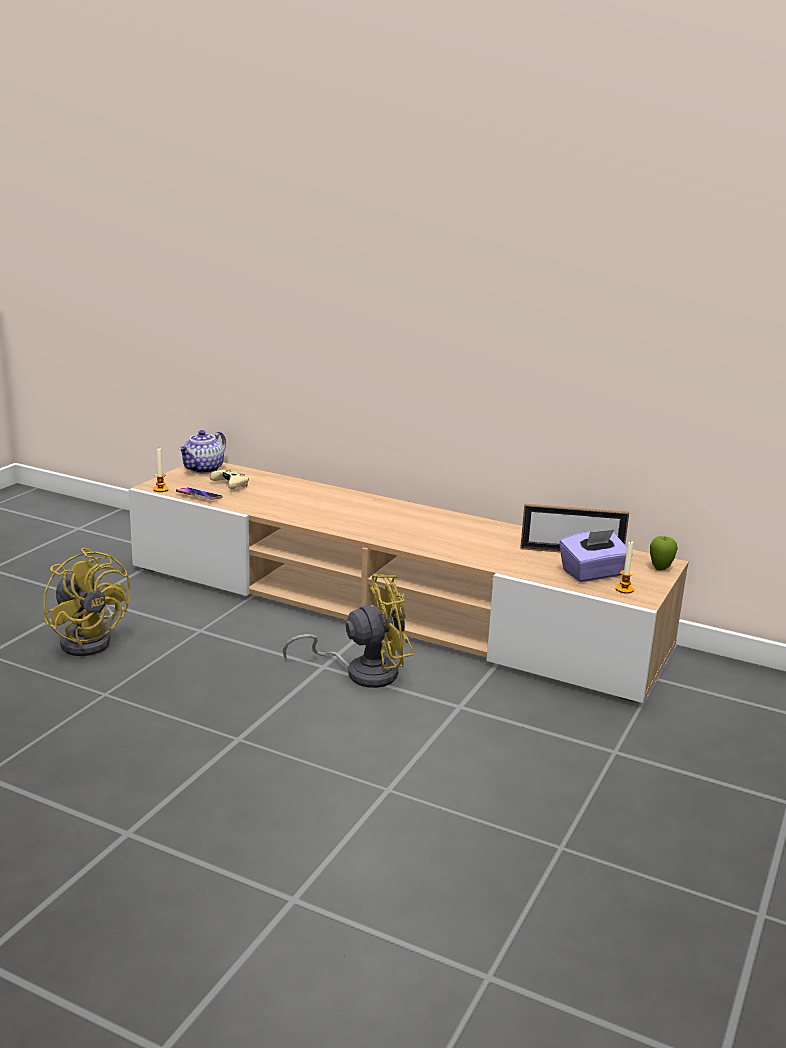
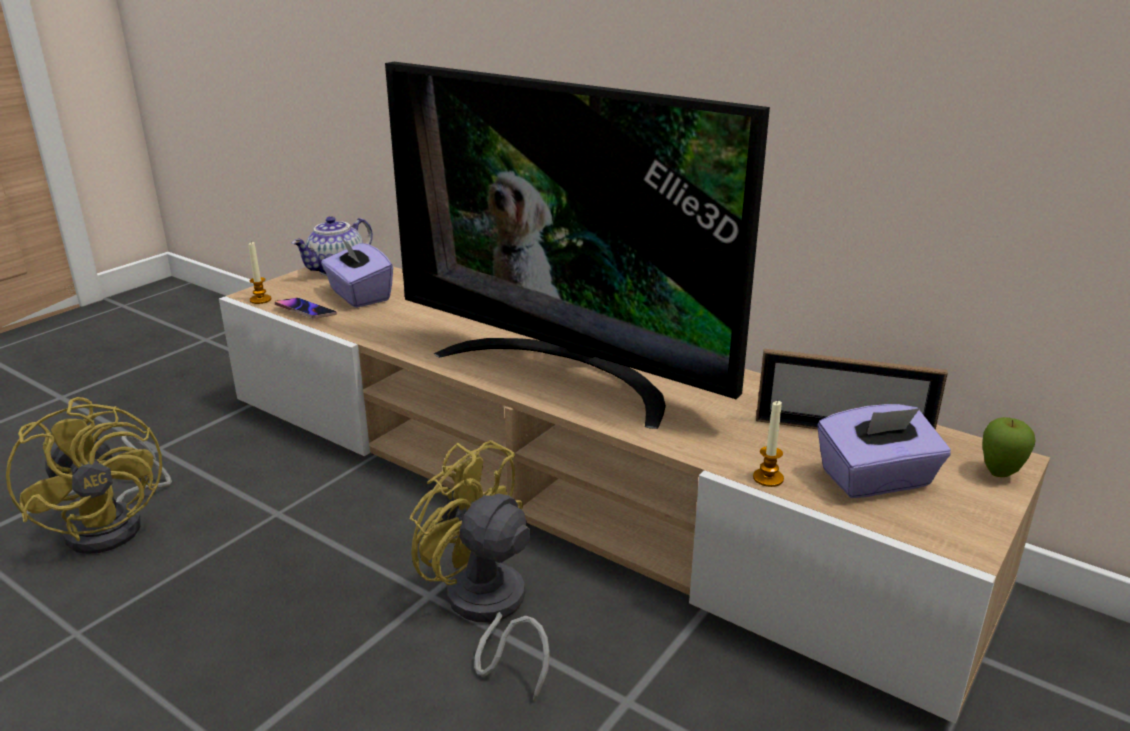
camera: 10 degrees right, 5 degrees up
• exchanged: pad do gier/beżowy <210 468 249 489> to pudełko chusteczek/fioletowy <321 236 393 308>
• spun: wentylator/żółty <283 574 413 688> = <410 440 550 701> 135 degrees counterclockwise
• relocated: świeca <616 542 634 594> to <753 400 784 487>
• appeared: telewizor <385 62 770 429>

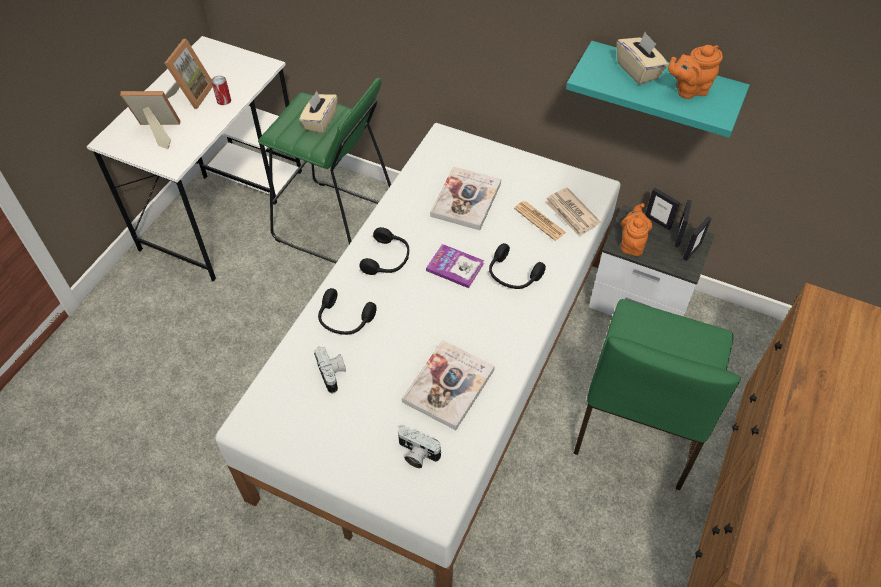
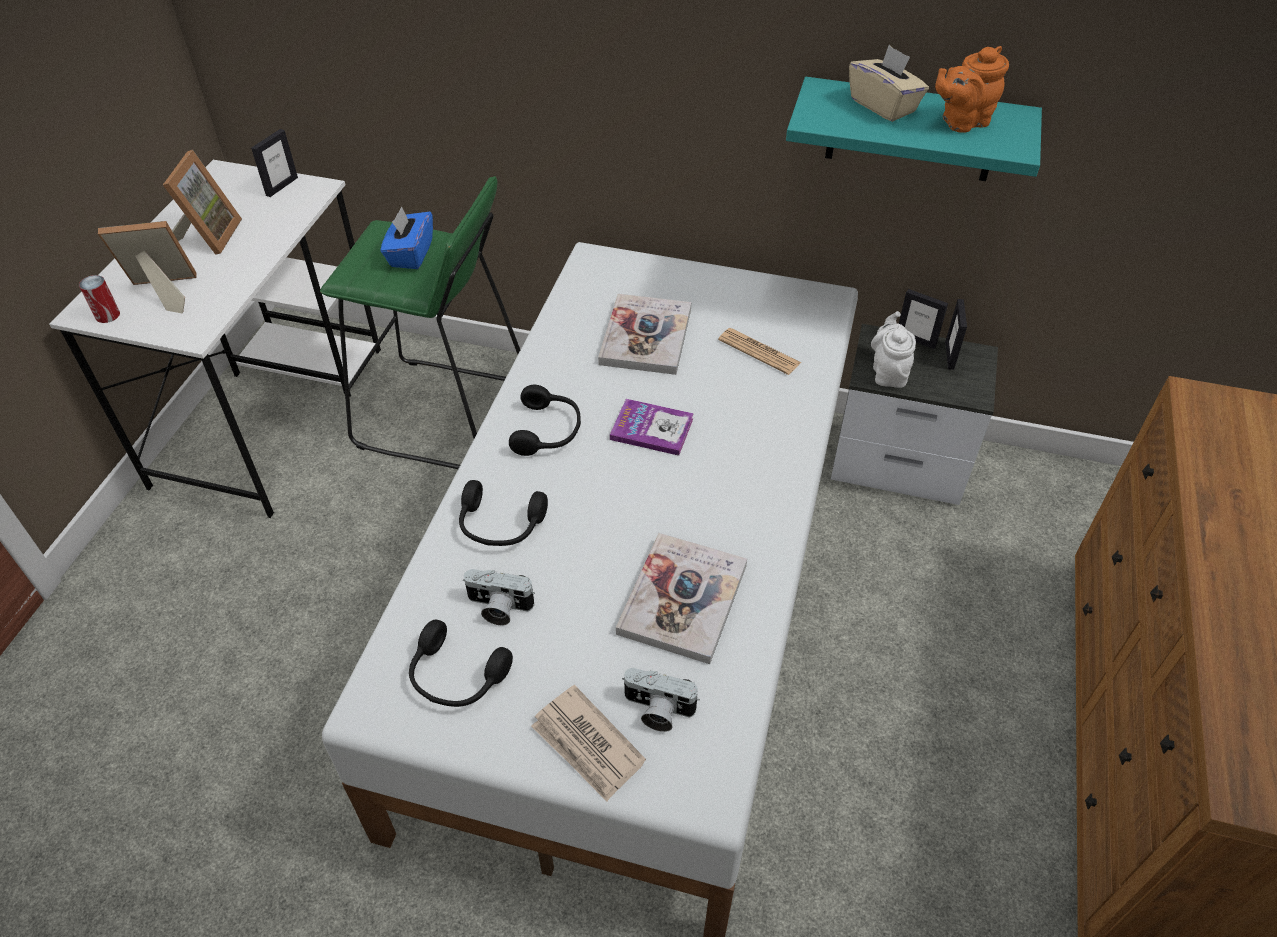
camera: 10 degrees left, 5 degrees down
• relocated: puszka <211 76 231 105> to <79 275 120 323>
• colour: pudełko chusteczek/beżowy <299 91 337 134> to pudełko chusteczek/niebieski <381 207 433 269>
• spun: aparat fotograficzny <314 347 346 393> = <463 569 535 626> 135 degrees clockwise
• relocated: słuchawki/czarny <489 243 546 289> to <409 620 513 707>
• relocated: gazeta <545 188 600 237> to <531 685 646 801>
• missing: krzesło/zielony <573 299 741 490>
• colour: imbryk/pomarańczowy <621 203 652 256> to imbryk/biały <871 311 916 388>
• relocated: ramka na zdjęcie <683 216 712 261> to <251 129 298 197>

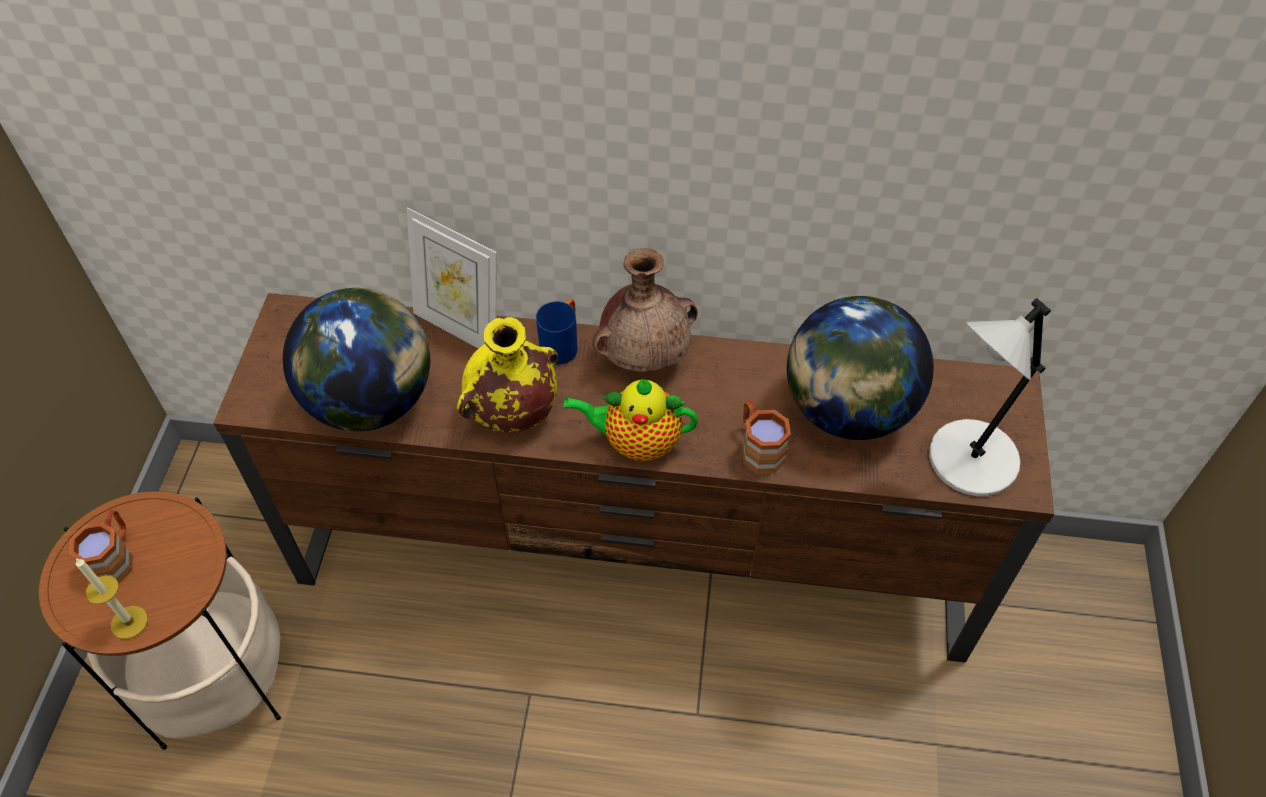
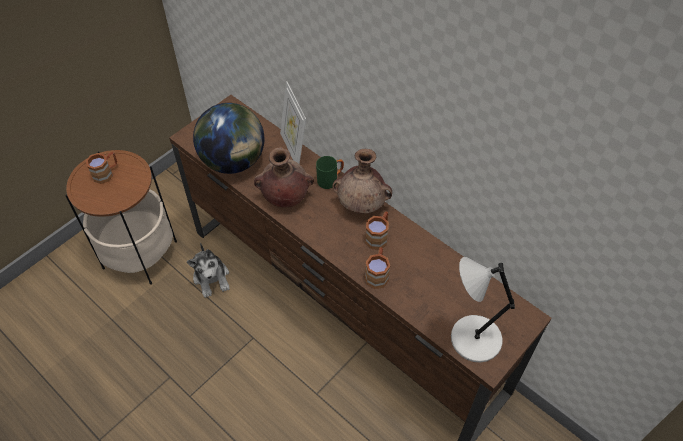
camera: 35 degrees right, 0 degrees up
• missing: świeca <76 558 148 639>
• colour: wazon/żółty <457 317 558 432> to wazon/brązowy <254 147 314 207>
• colour: kubek/niebieski <536 299 578 365> to kubek/zielony <316 156 344 189>
• missing: imbryk <563 379 698 461>
• missing: globus <787 296 934 440>
• appeared: pluszak <187 242 229 298>
• appeared: kubek/brązowy <365 211 389 250>

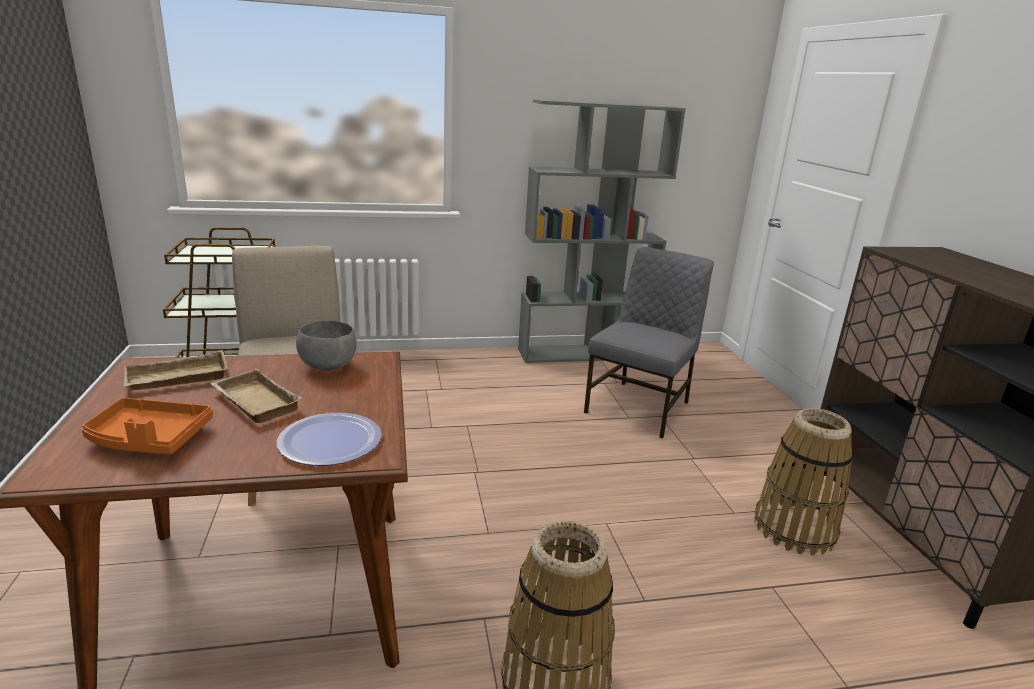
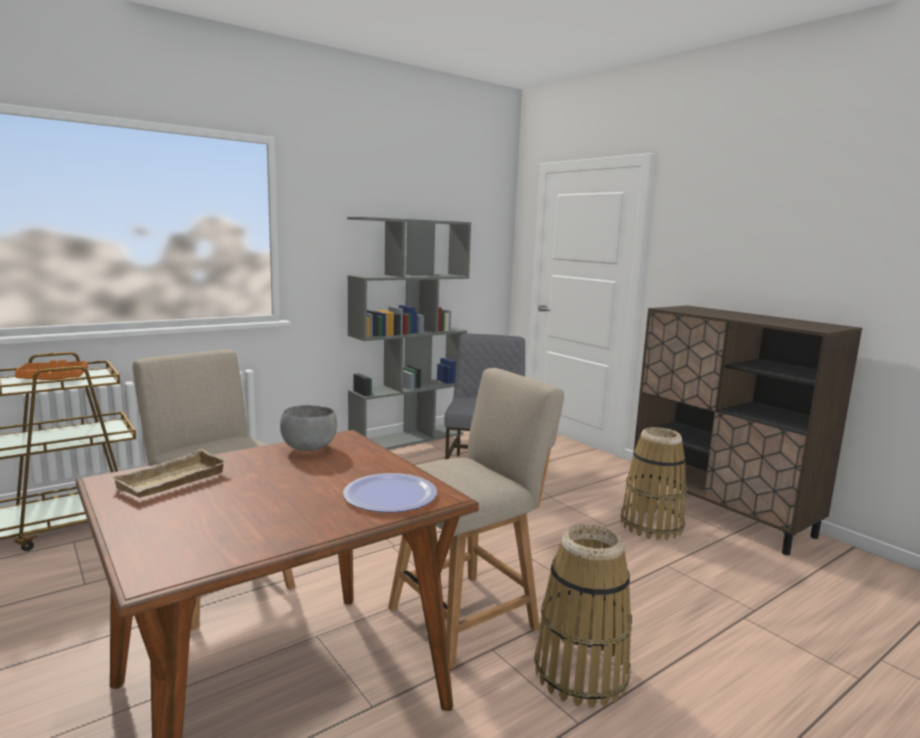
camera: 25 degrees left, 10 degrees down
• relocated: taca/pomarańczowy <82 398 213 455> to <15 360 88 380>
• missing: taca/beżowy <210 369 302 423>
• appeared: krzesło/beżowy <388 368 564 670>

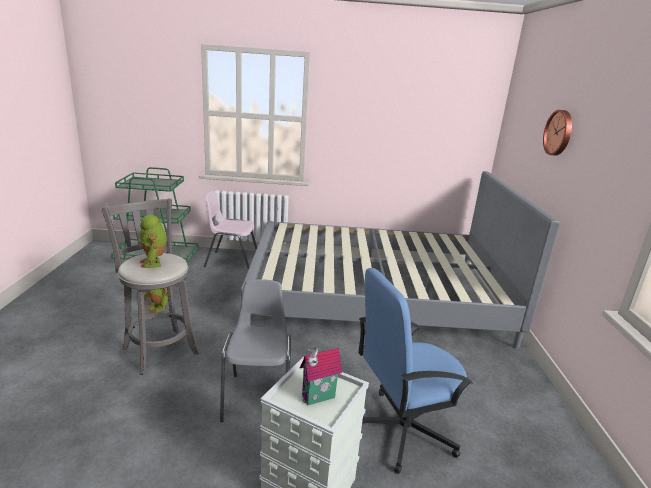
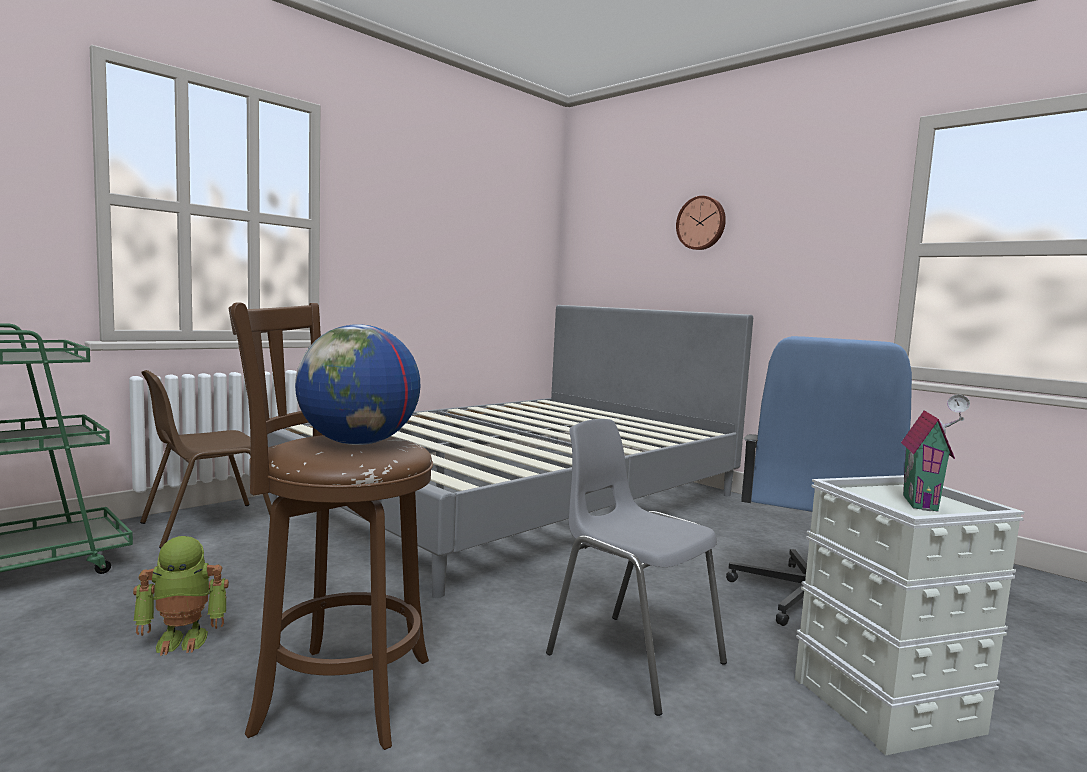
camera: 45 degrees left, 15 degrees down
• colour: stołek/szary <102 198 199 375> to stołek/brązowy <229 302 433 750>
• exchanged: robot zabawkowy <139 215 167 268> to globus <295 324 420 445>
• colour: krzesło/różowy <204 191 257 270> to krzesło/brązowy <140 370 272 548>

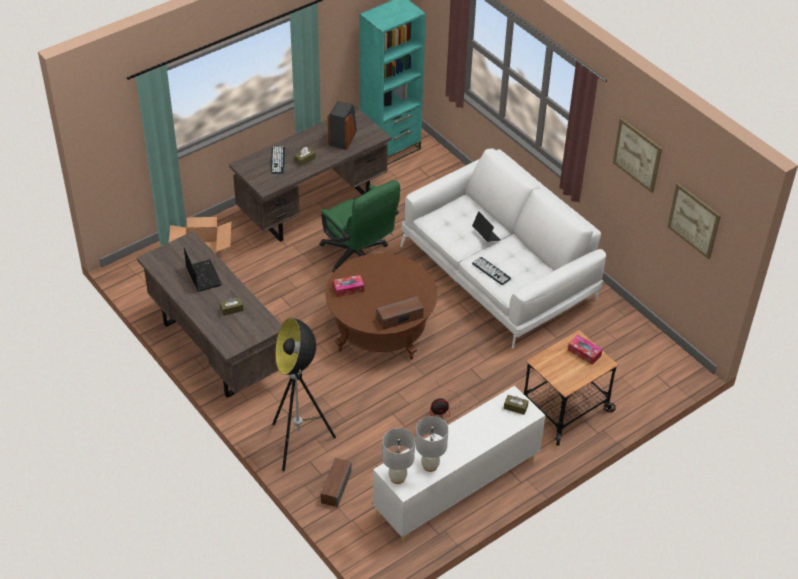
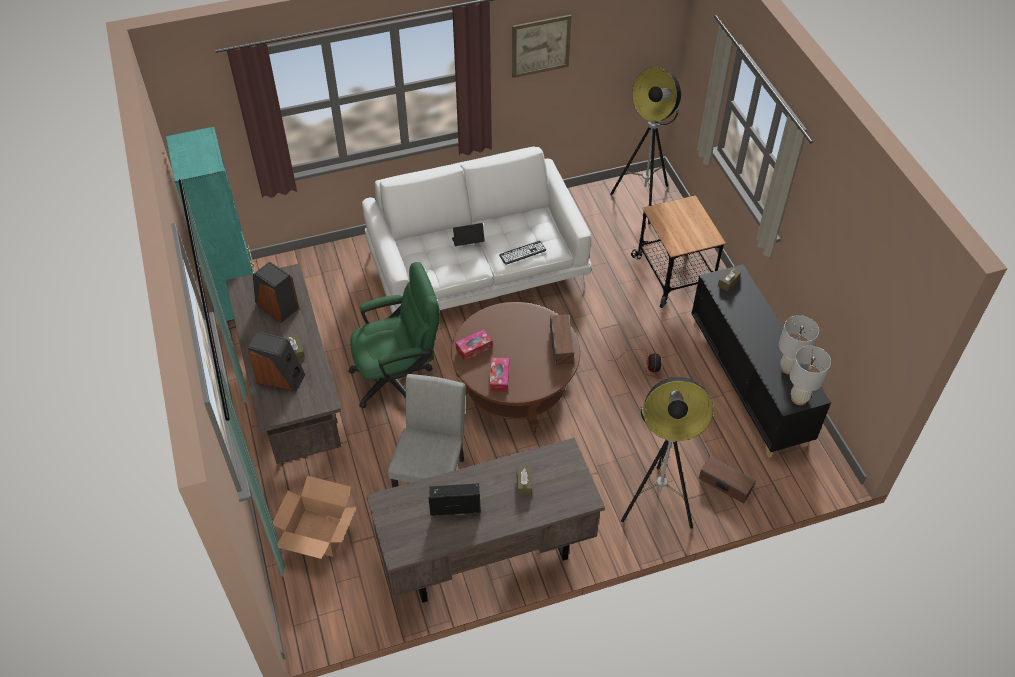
camera: 70 degrees left, 5 degrees up
• exchanged: klawiatura <271 147 285 174> to głośnik <248 331 305 391>
• colour: szafka/biały <373 386 546 542> to szafka/czarny <691 264 831 458>
• relocated: pudełko chusteczek <568 335 602 365> to <455 329 493 361>
• missing: obraz <667 183 721 259>
• appeared: krzesło/szary <388 374 466 488>
• appeared: lampa stojąca <610 67 681 224>

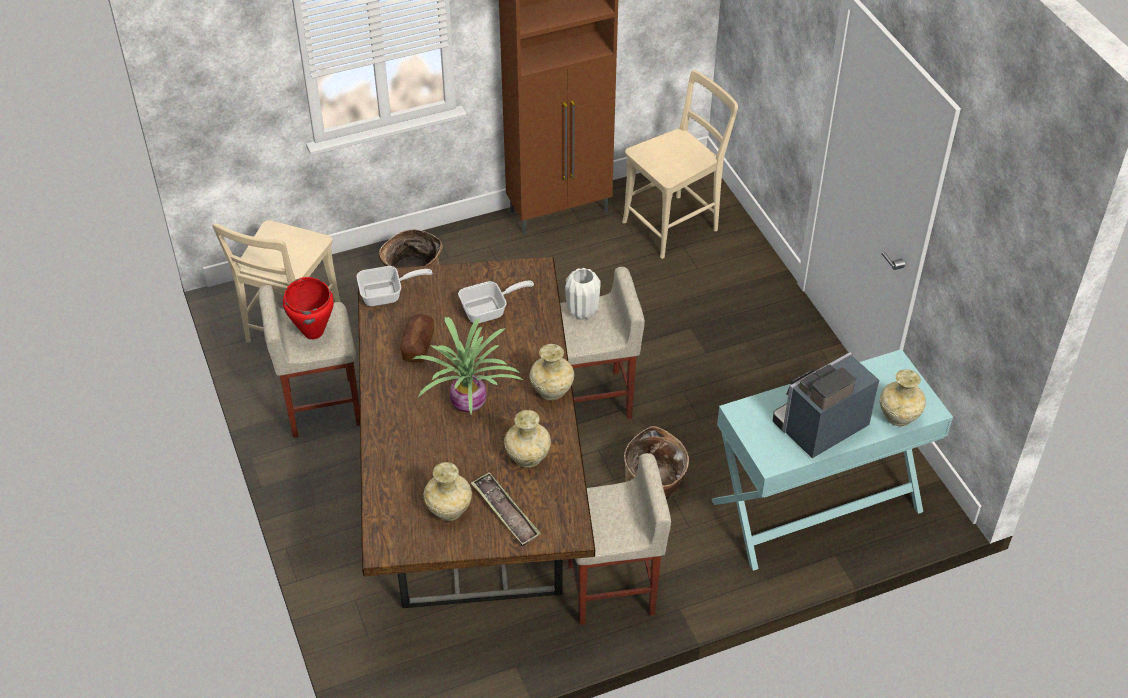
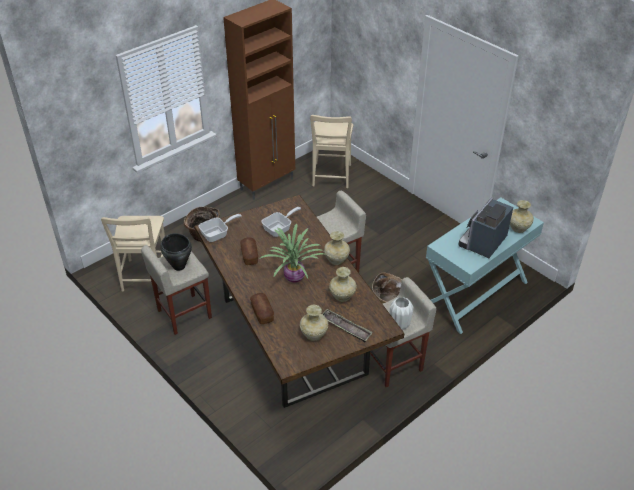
camera: 20 degrees left, 5 degrees down
• colour: garnek/czerwony <283 277 334 339> to garnek/czarny <160 233 192 271>
• relocated: wazon/biały <565 268 601 320> to <390 297 414 330>
• spun: krzesło/beżowy <622 70 738 259> = <310 115 353 188> 150 degrees clockwise
• appeared: chleb <250 293 274 324>

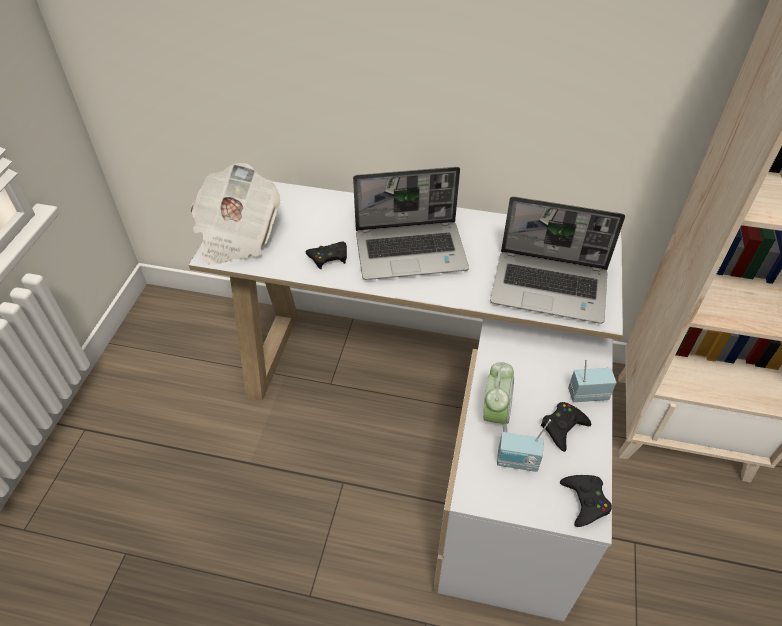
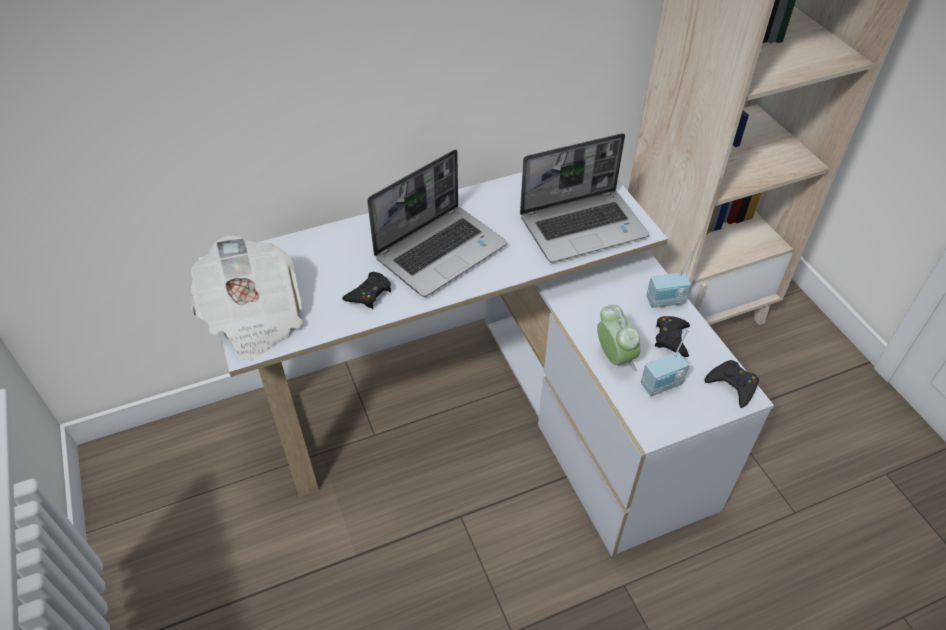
camera: 35 degrees left, 0 degrees up
• spun: radio <568 359 616 402> = <646 249 694 308> 150 degrees counterclockwise

